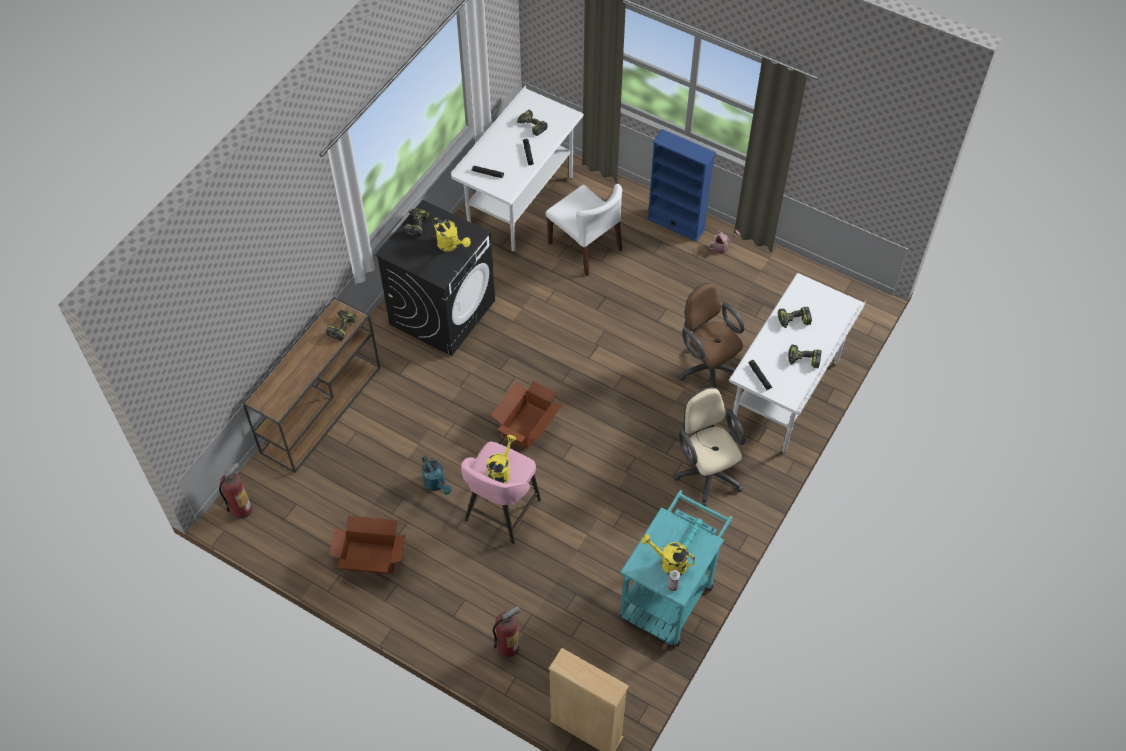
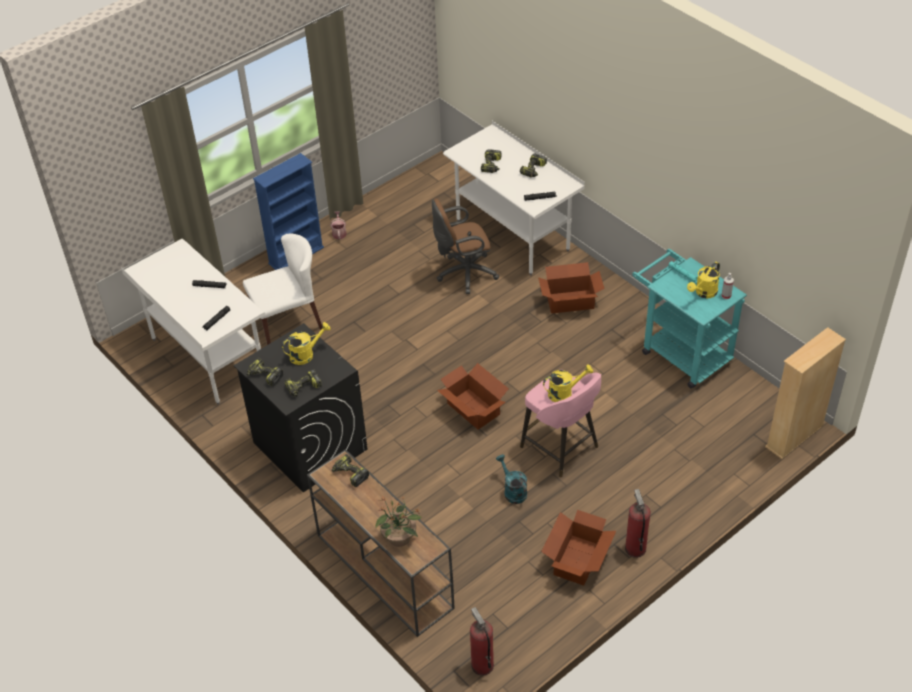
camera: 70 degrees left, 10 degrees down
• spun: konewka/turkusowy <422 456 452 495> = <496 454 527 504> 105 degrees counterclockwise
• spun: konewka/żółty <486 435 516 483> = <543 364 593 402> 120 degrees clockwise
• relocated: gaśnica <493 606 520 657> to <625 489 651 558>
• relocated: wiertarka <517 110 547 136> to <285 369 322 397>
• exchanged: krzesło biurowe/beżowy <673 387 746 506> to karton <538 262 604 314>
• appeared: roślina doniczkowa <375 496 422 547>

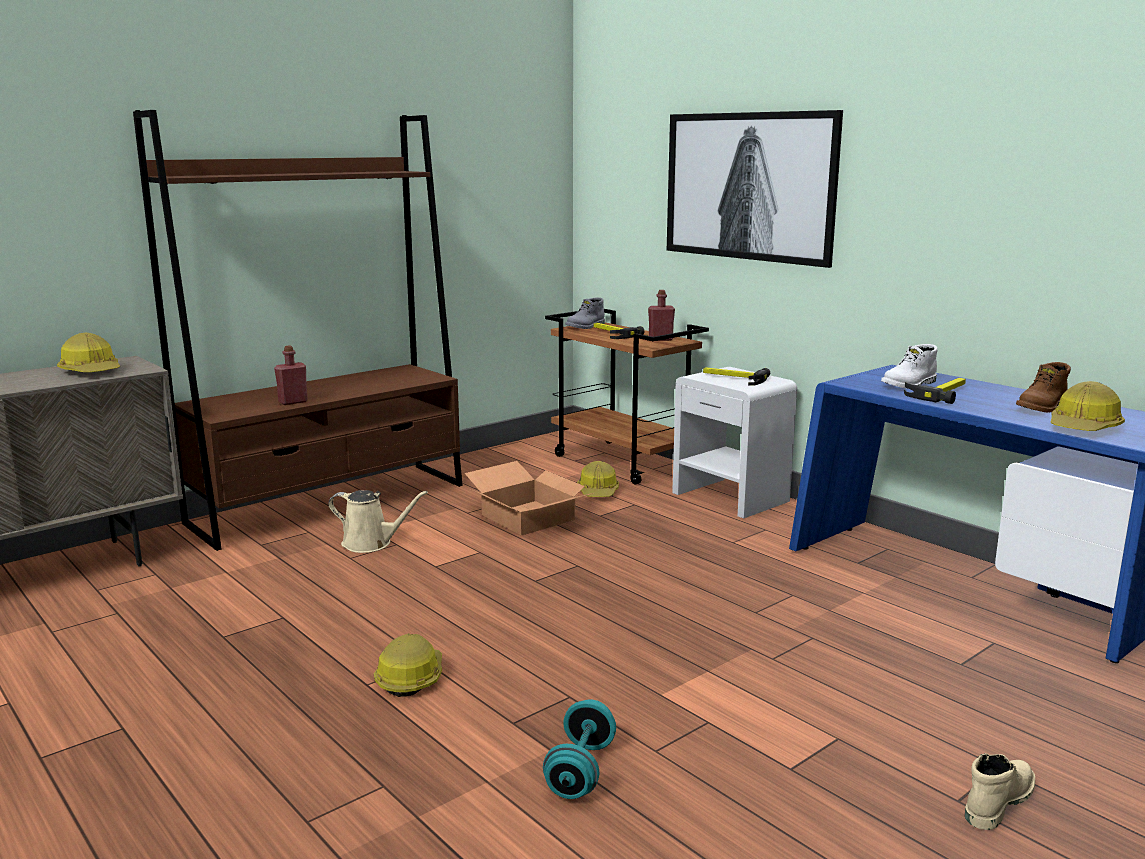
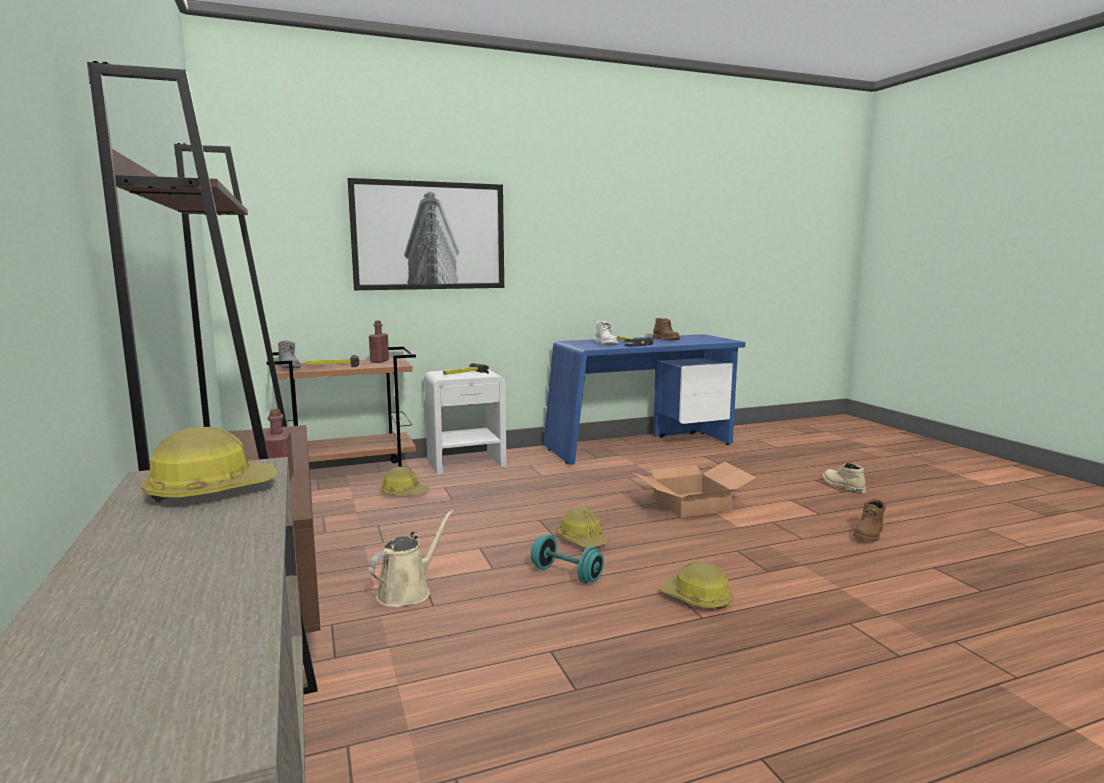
camera: 70 degrees left, 5 degrees down
• relocated: karton <465 461 593 535> to <632 461 756 518>
• relocated: hantel/turkusowy <543 699 616 799> to <531 534 604 583>
• relocated: kask <1050 381 1125 431> to <558 507 608 547>
• appeared: but z cholewką/brązowy <853 499 886 542>

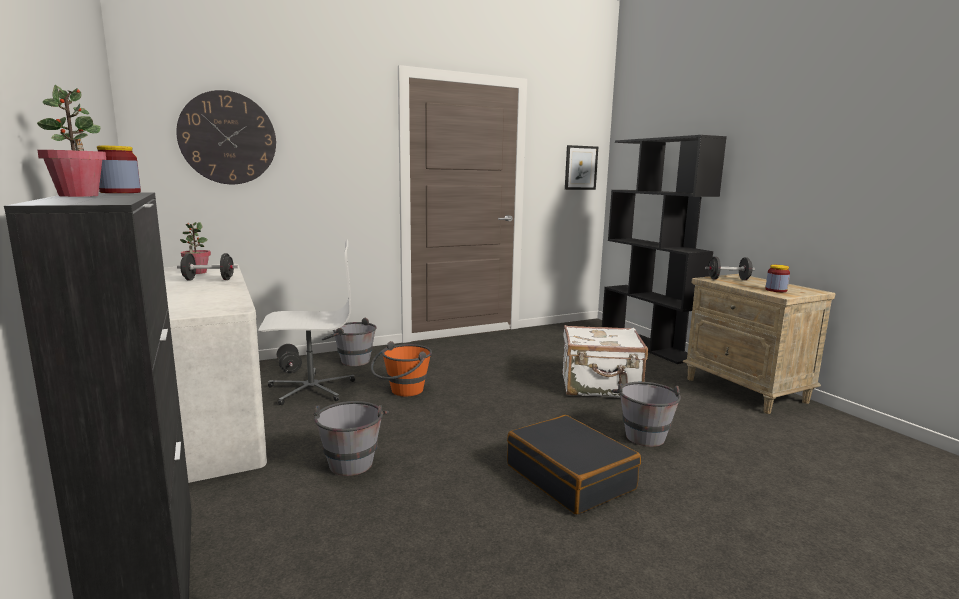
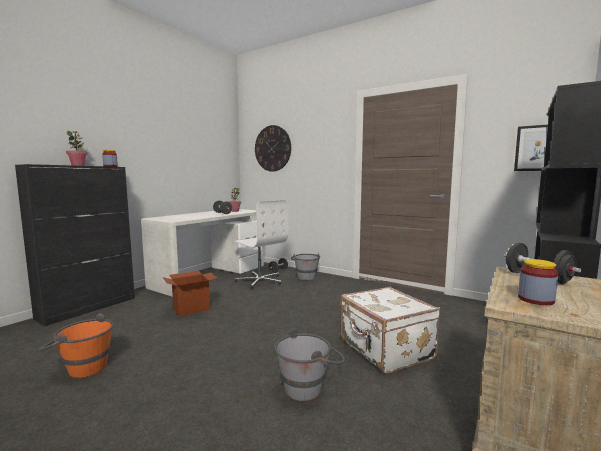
camera: 60 degrees right, 5 degrees down
• exchanged: wiadro/szary <313 401 389 476> to karton <162 271 217 316>
• relocated: wiadro/pomarańczowy <371 341 432 396> to <39 313 114 378>
• missing: walizka/czarny <507 415 641 514>

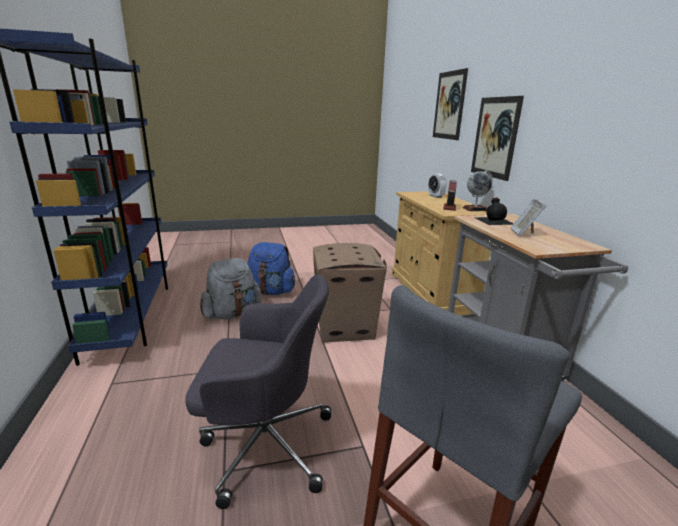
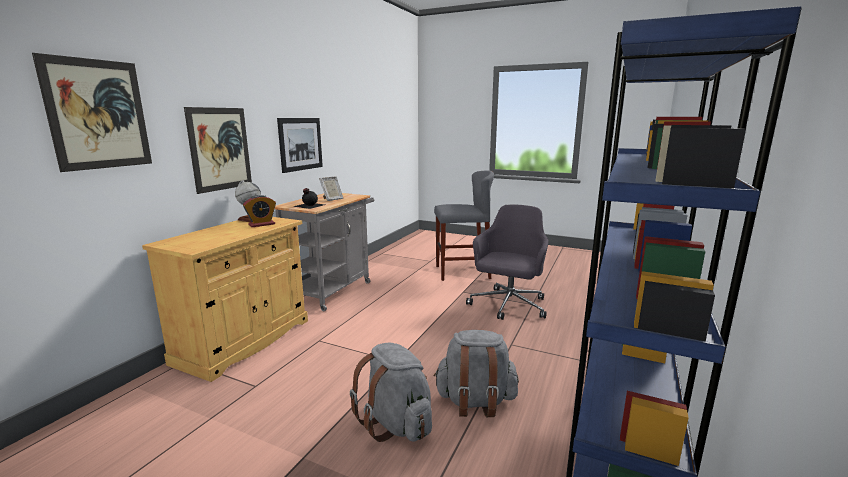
camera: 140 degrees left, 5 degrees down
• spun: krzesło biurowe/szary <185 274 331 509> = <466 204 549 320> 75 degrees clockwise
• colour: plecak/niebieski <248 242 296 295> to plecak/szary <350 343 432 442>
• missing: karton <313 243 387 343>
• missing: budzik <428 173 447 198>
• appeared: obraz <277 118 323 173>

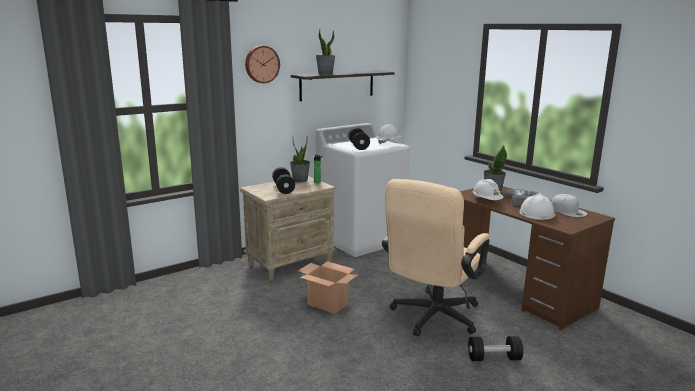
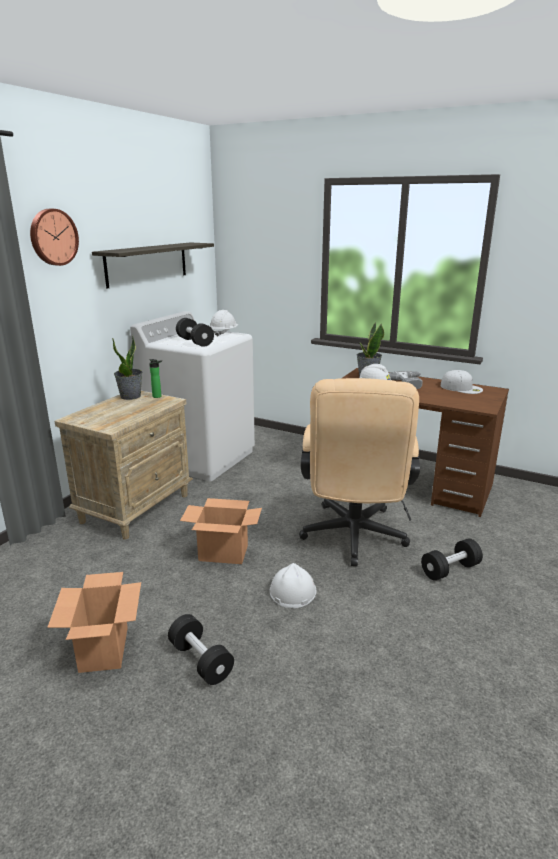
camera: 25 degrees left, 5 degrees up
• relocated: hantel/czarny <272 167 295 194> to <168 614 234 685>
• missing: roślina doniczkowa <316 28 335 75>
• relocated: kask/biały <519 193 555 220> to <270 563 316 608>
• appeared: karton <47 572 141 673>

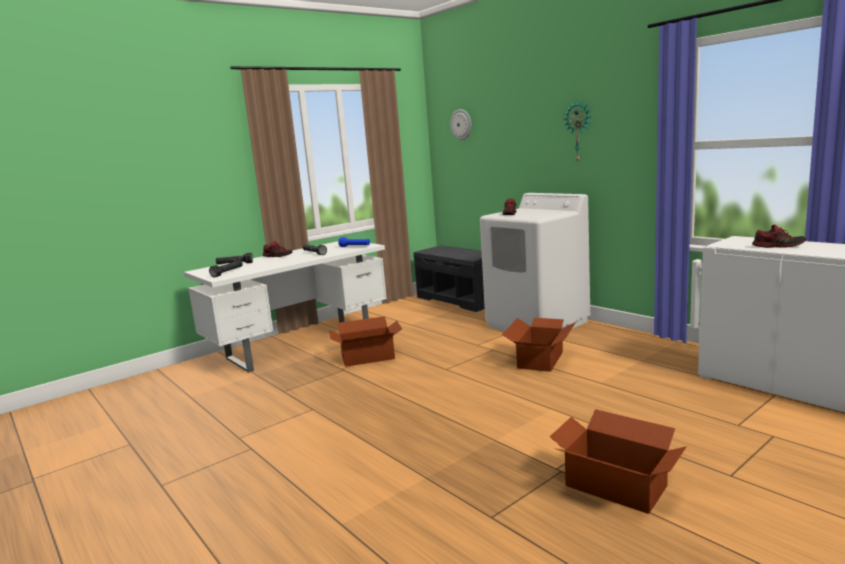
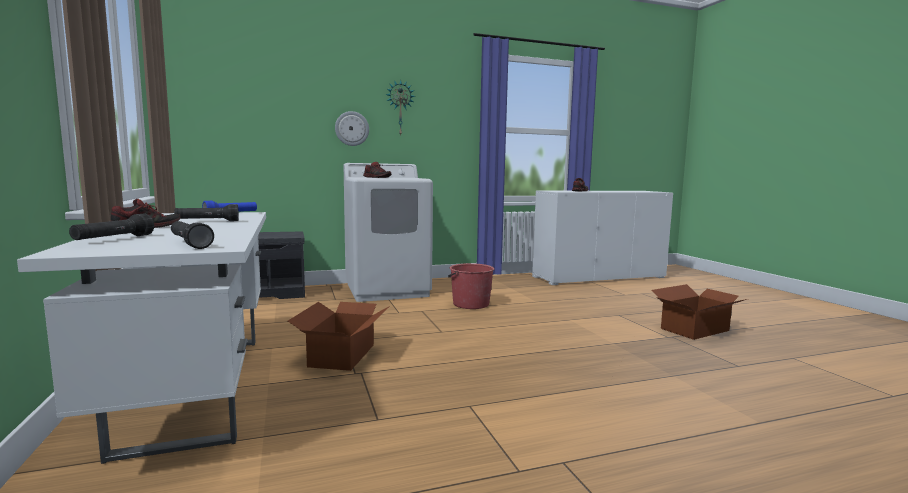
camera: 70 degrees left, 5 degrees down
• relocated: zegar ścienny <450 109 472 140> to <335 111 369 146>
• exchanged: karton <502 318 576 372> to wiadro/czerwony <448 263 494 309>

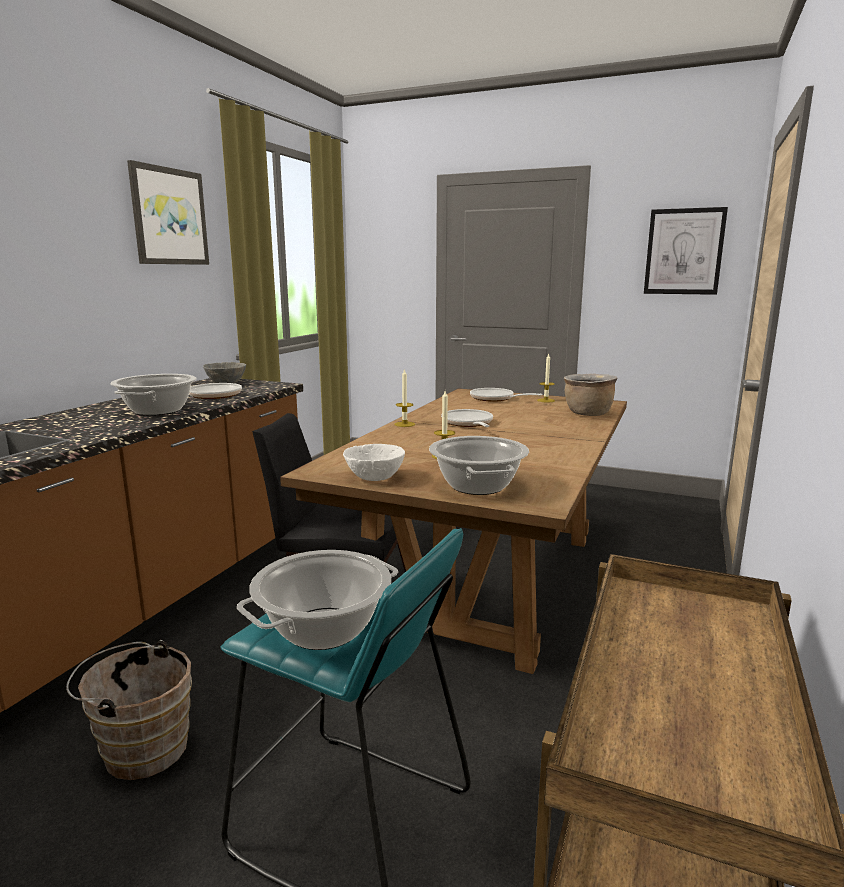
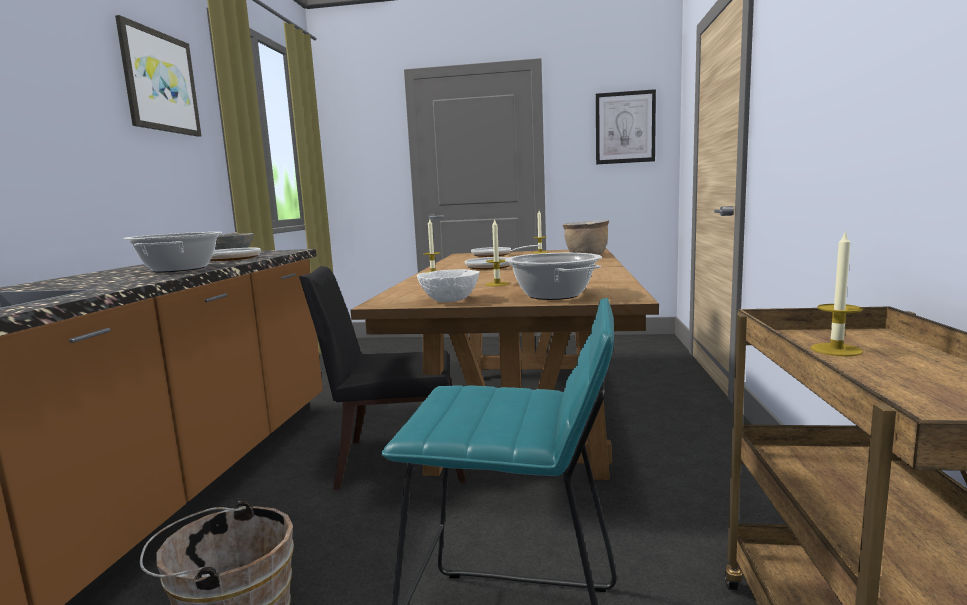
camera: 15 degrees left, 5 degrees down
• missing: garnek <237 550 398 650>
• appeared: świeca <811 230 863 356>

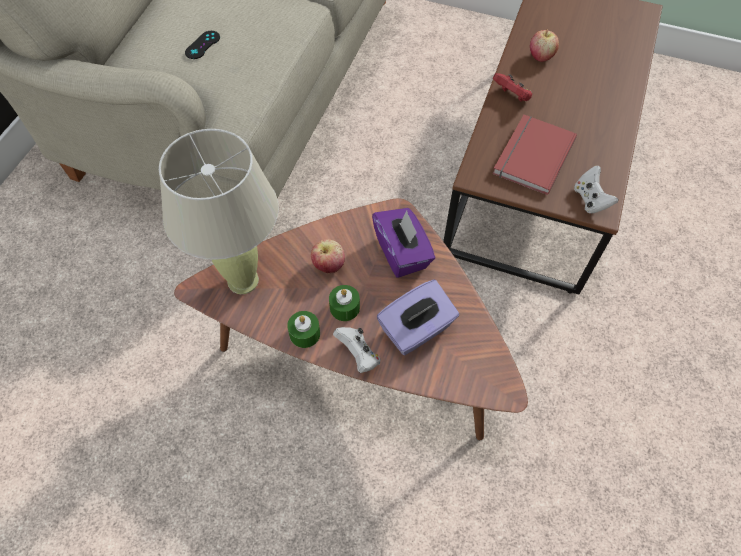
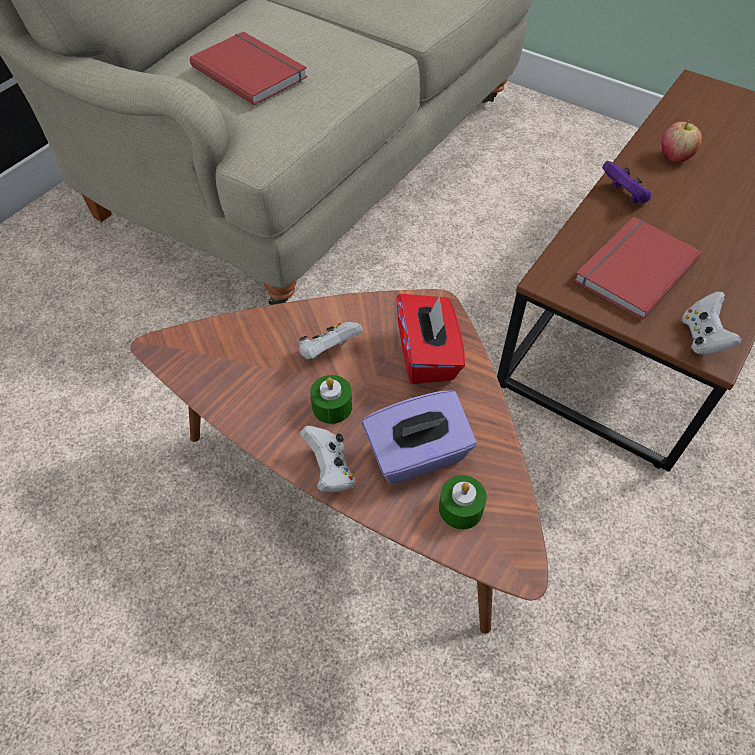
camera: 15 degrees right, 5 degrees down
• missing: lampa stołowa/beżowy <159 129 279 294>
• exchanged: pad do gier/czarny <185 31 220 59> to książka/czerwony <190 31 307 106>
• relocated: świeca/zielony <287 311 320 348> to <439 475 487 530>
• exchanged: jabłko <311 239 345 273> to pad do gier/biały <299 322 363 359>
• colour: pudełko chusteczek/fioletowy <372 208 435 278> to pudełko chusteczek/czerwony <396 294 465 384>
• colour: pad do gier/czerwony <493 73 532 102> to pad do gier/fioletowy <602 161 651 204>

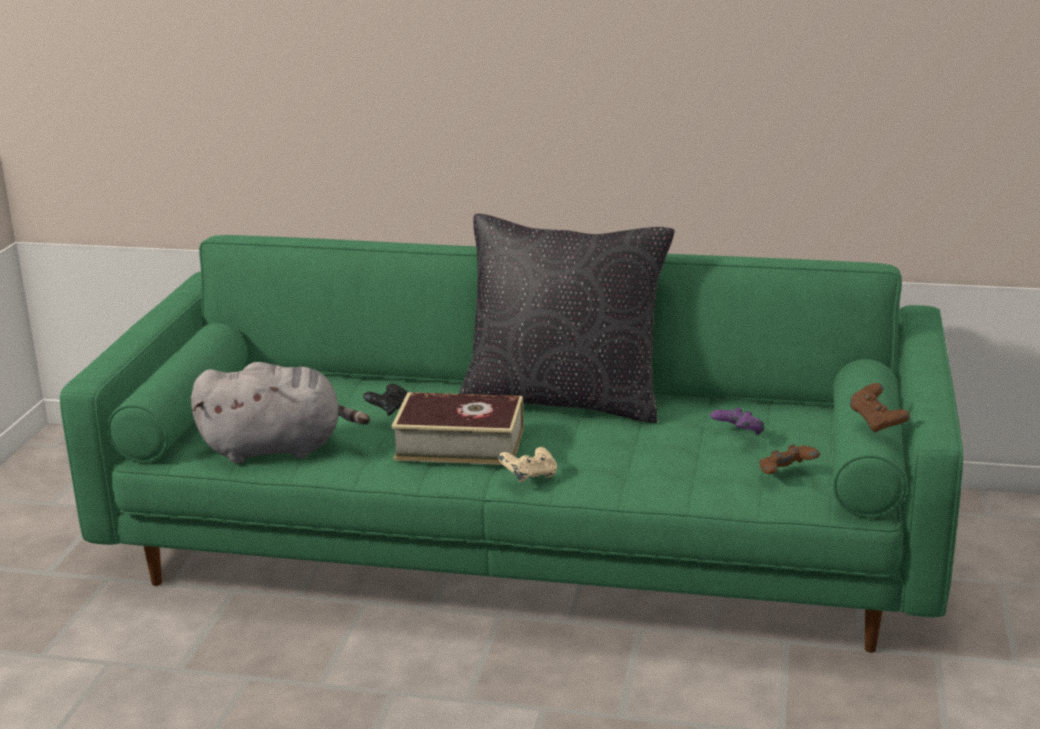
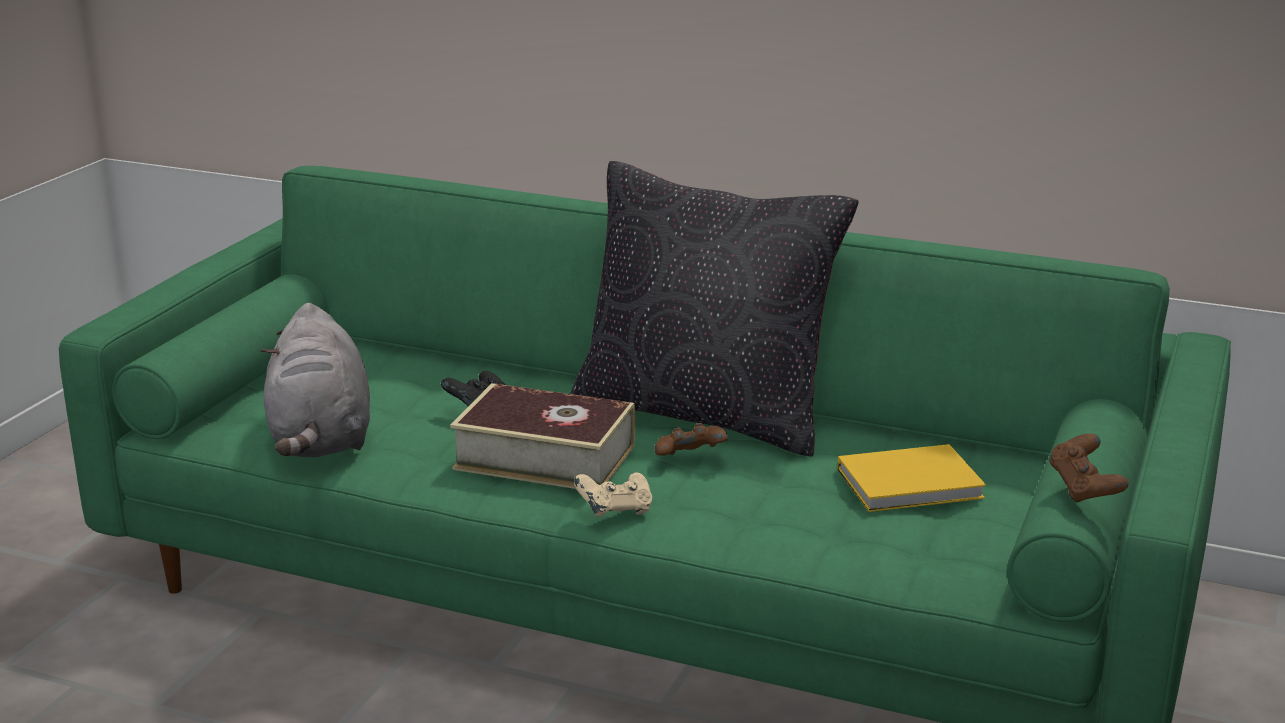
camera: 10 degrees right, 0 degrees up
• spun: pluszak/szary <191 362 370 463> = <260 303 370 457> 75 degrees clockwise
• exchanged: pad do gier/fioletowy <710 407 765 435> to książka/żółty <838 444 986 512>
• relocated: pad do gier/brązowy <759 444 820 474> to <655 423 728 456>

